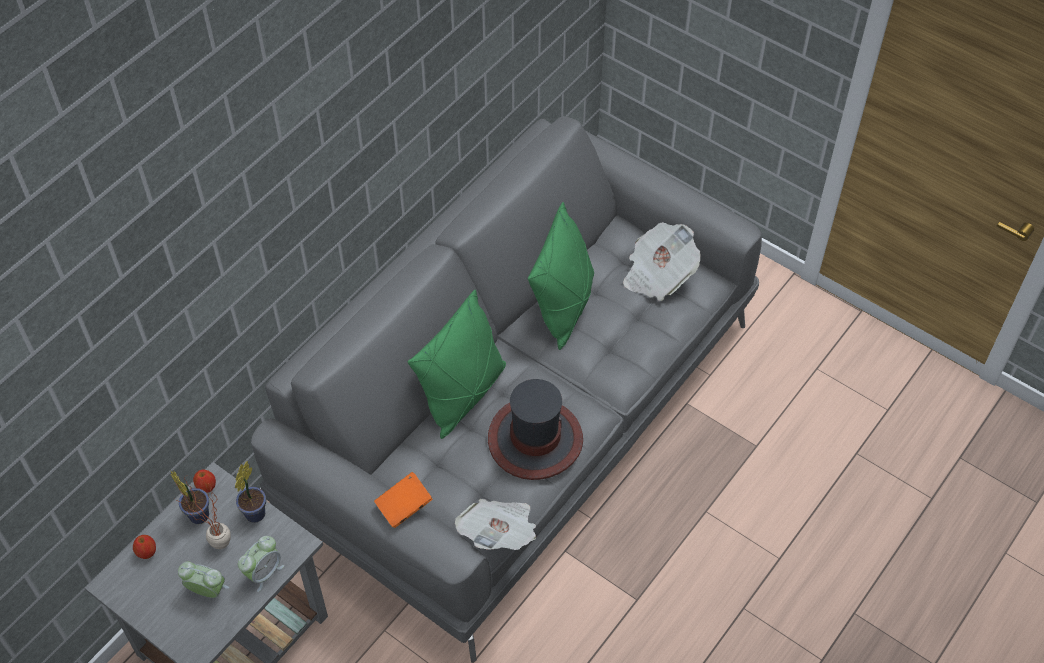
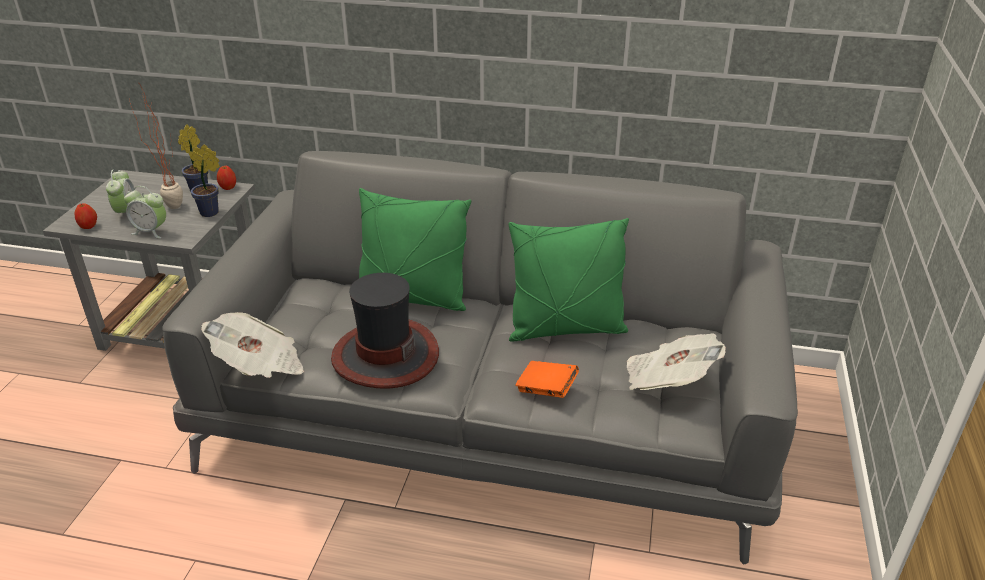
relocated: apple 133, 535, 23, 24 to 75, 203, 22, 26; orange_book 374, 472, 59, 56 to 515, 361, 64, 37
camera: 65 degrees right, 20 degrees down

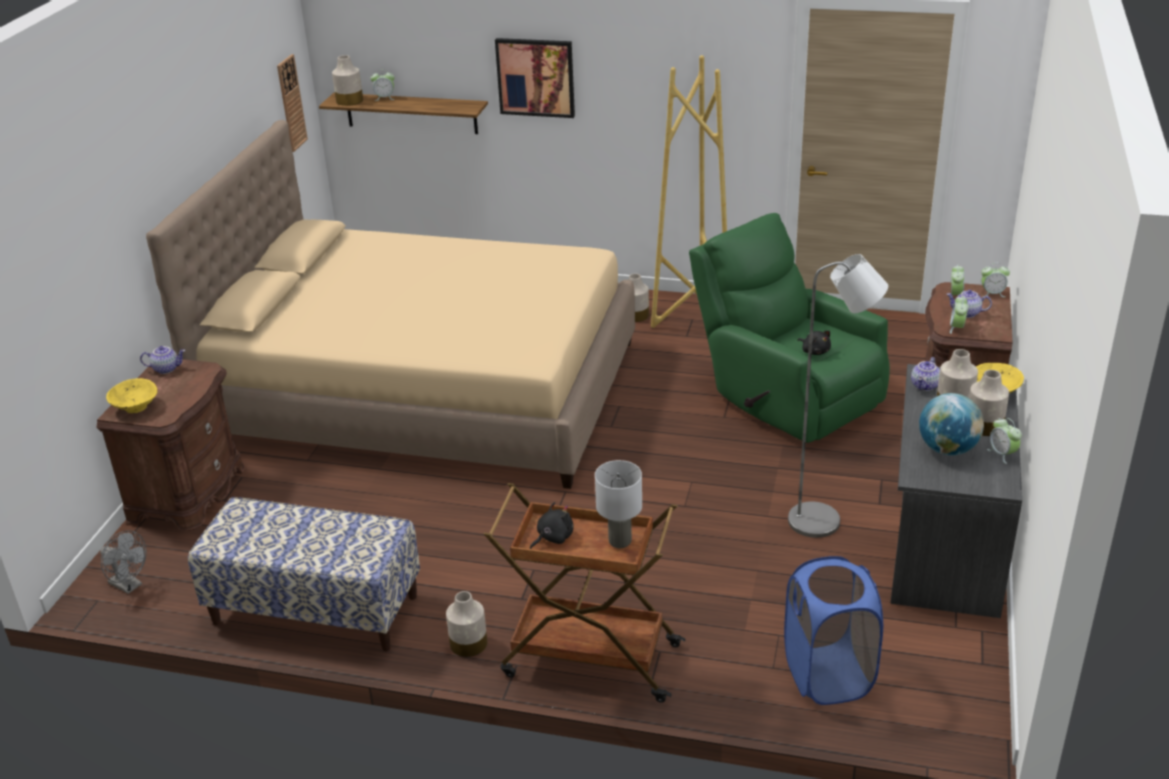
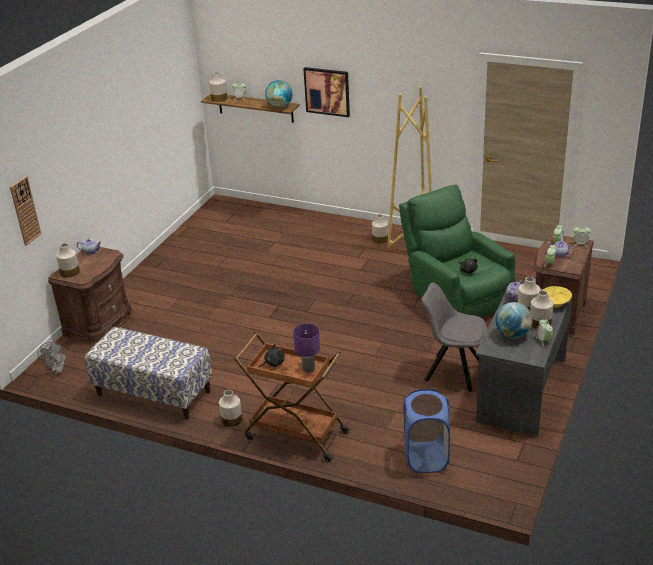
missing: beige_bed 146, 120, 489, 369
appeared: globe 265, 80, 27, 28
relocated: wall_clock 277, 54, 31, 98 to 10, 176, 31, 70
exchanged: yellow_bowl 106, 378, 51, 35 to beige_vase 56, 243, 24, 35; grey_floor_lamp 788, 254, 100, 284 to grey_chair 421, 282, 66, 110
colour: white_table_lamp 595, 460, 47, 88 to purple_table_lamp 293, 323, 27, 50
spun: grey_fan 100, 531, 47, 63 = 38, 342, 30, 32 45 degrees clockwise
camera: 10 degrees right, 0 degrees up

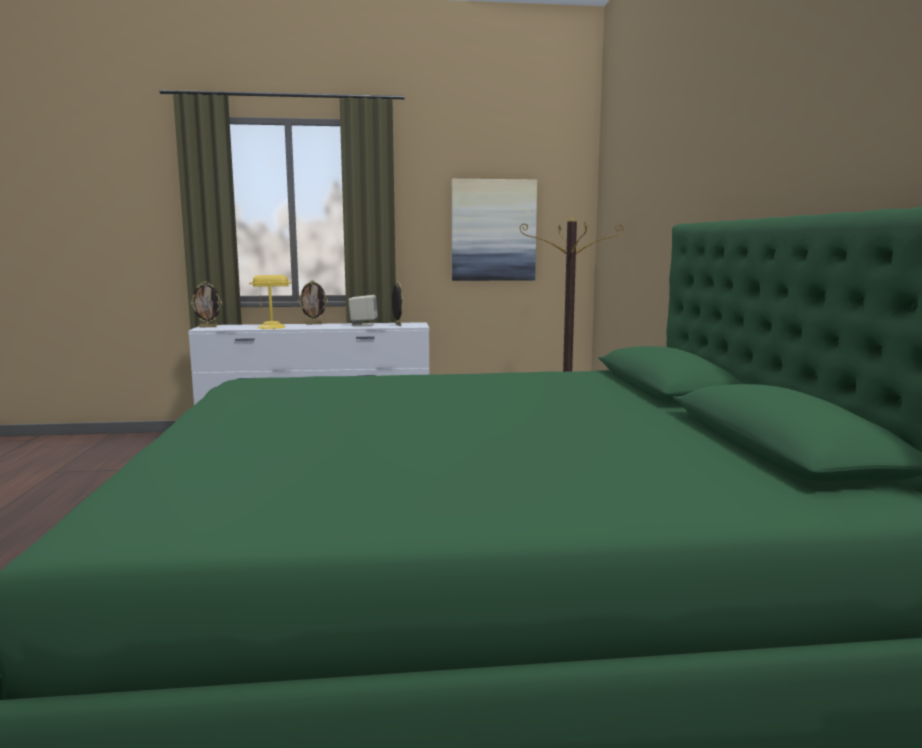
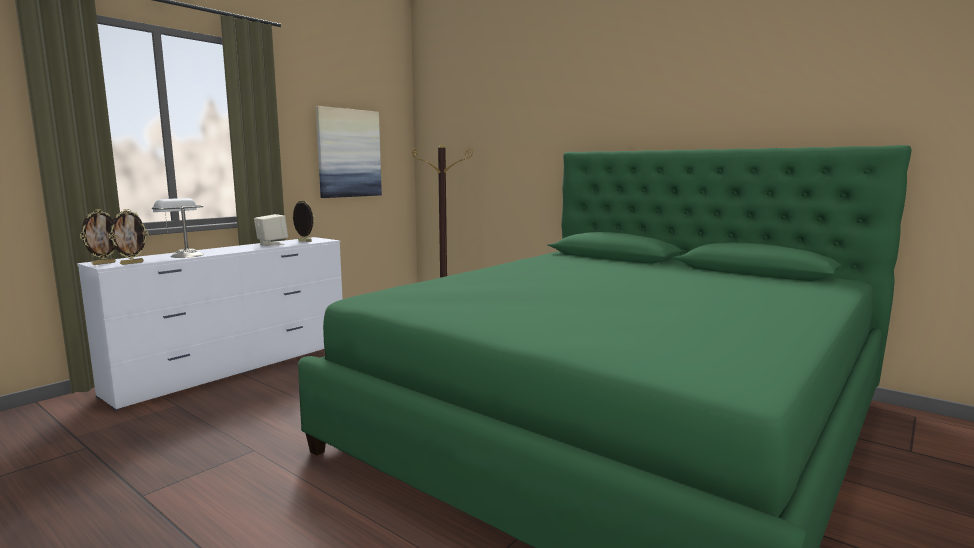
relocated: picture_frame 298, 280, 30, 44 to 109, 209, 40, 56
colour: yellow_table_lamp 249, 275, 42, 54 to white_table_lamp 152, 198, 52, 60
camera: 45 degrees left, 0 degrees up

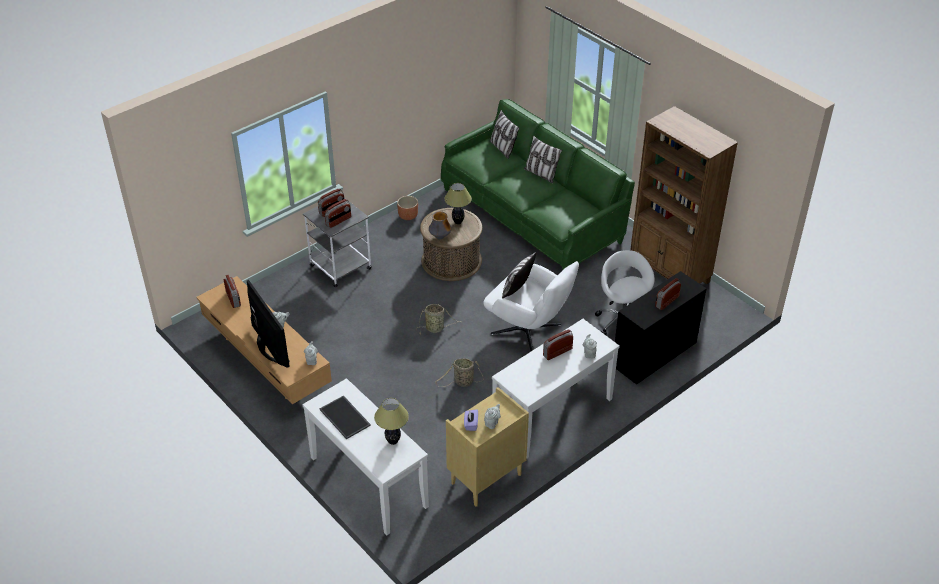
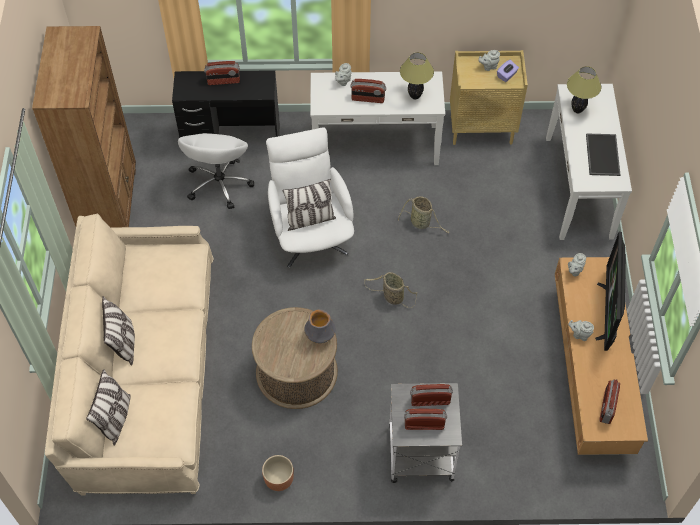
relocated: table_lamp 444, 183, 28, 41 to 400, 52, 34, 47
colour: green_sofa 440, 99, 195, 171 to beige_sofa 45, 213, 169, 282
camera: 140 degrees left, 15 degrees up

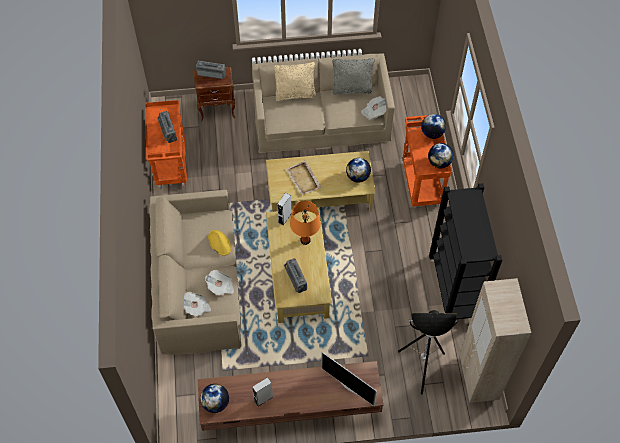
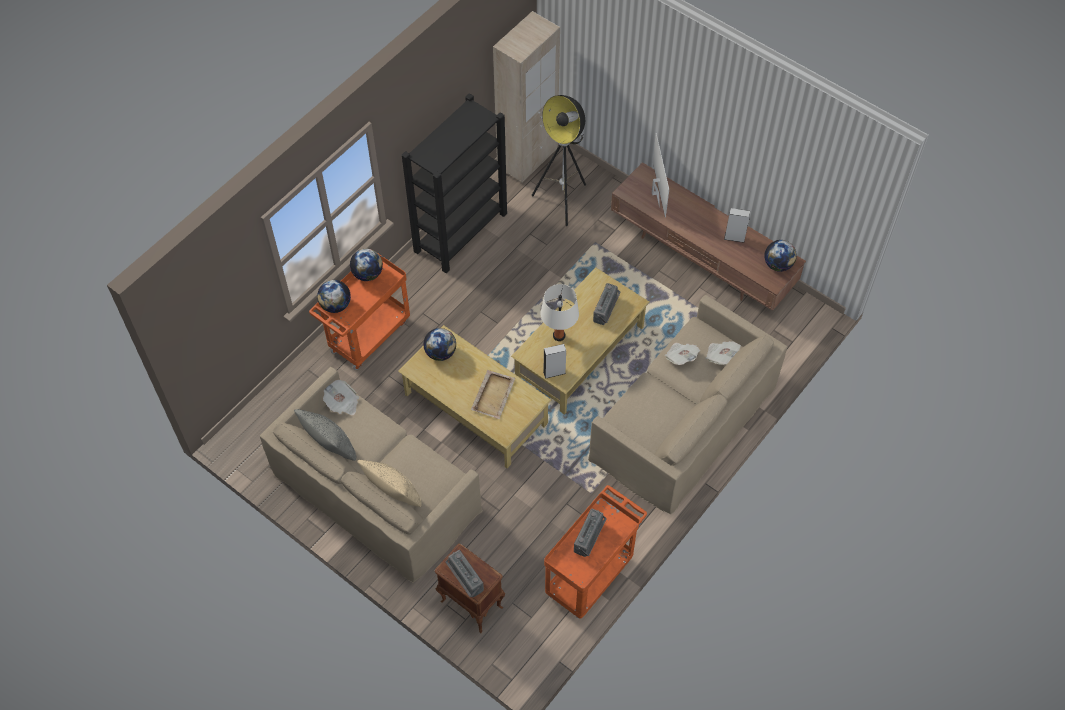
missing: yellow_hat 208, 230, 23, 26
colour: orange_table_lamp 290, 201, 31, 44 to white_table_lamp 541, 284, 38, 57
camera: 135 degrees left, 0 degrees up

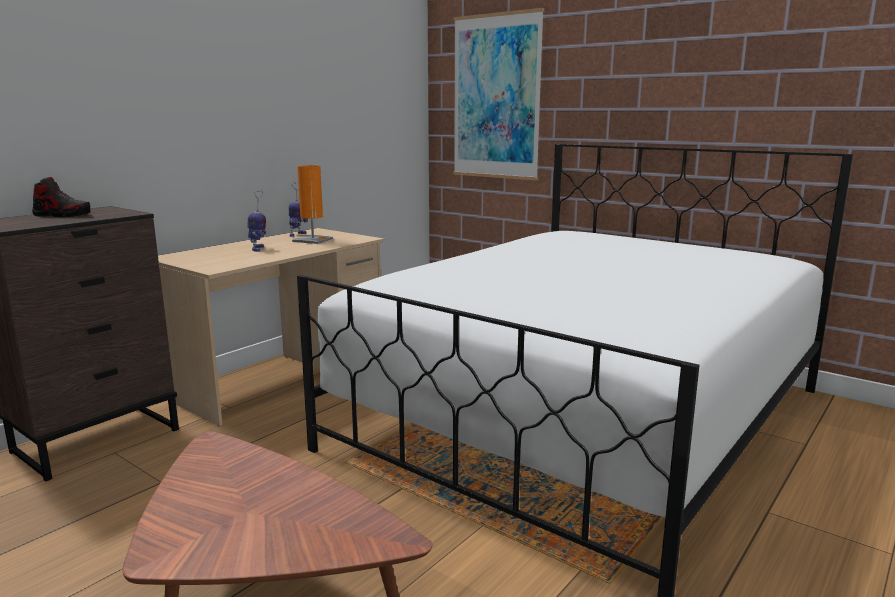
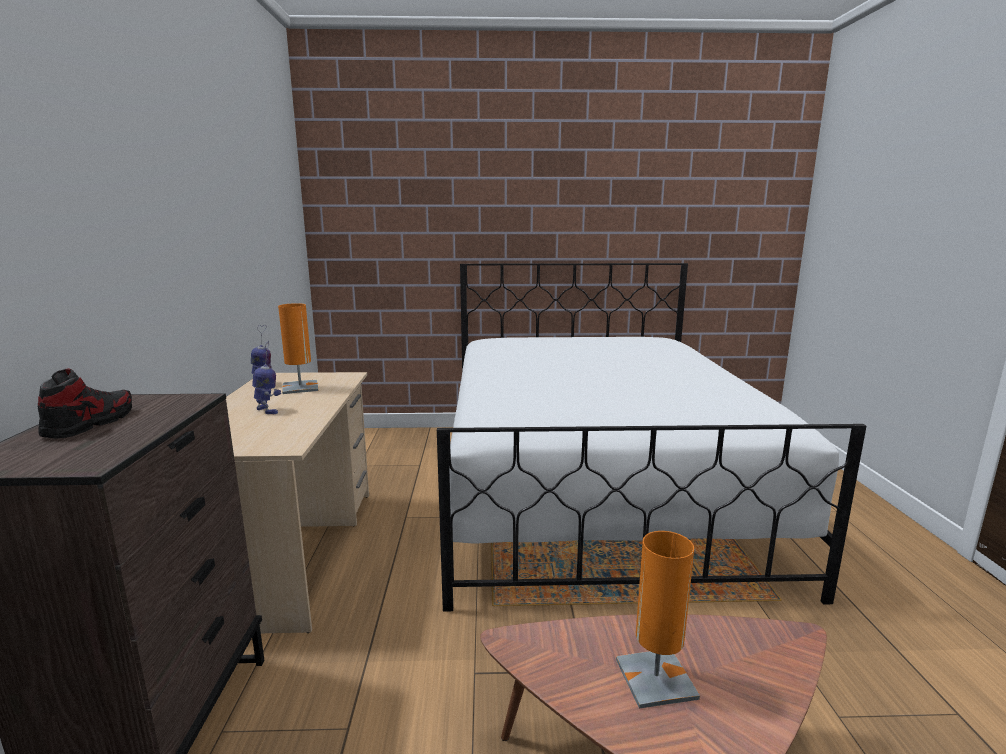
missing: picture 453, 8, 91, 172
appeared: orange_table_lamp 616, 531, 84, 178
spun: shoe 32, 177, 58, 41 = 37, 368, 95, 70 45 degrees counterclockwise
camera: 40 degrees left, 0 degrees up

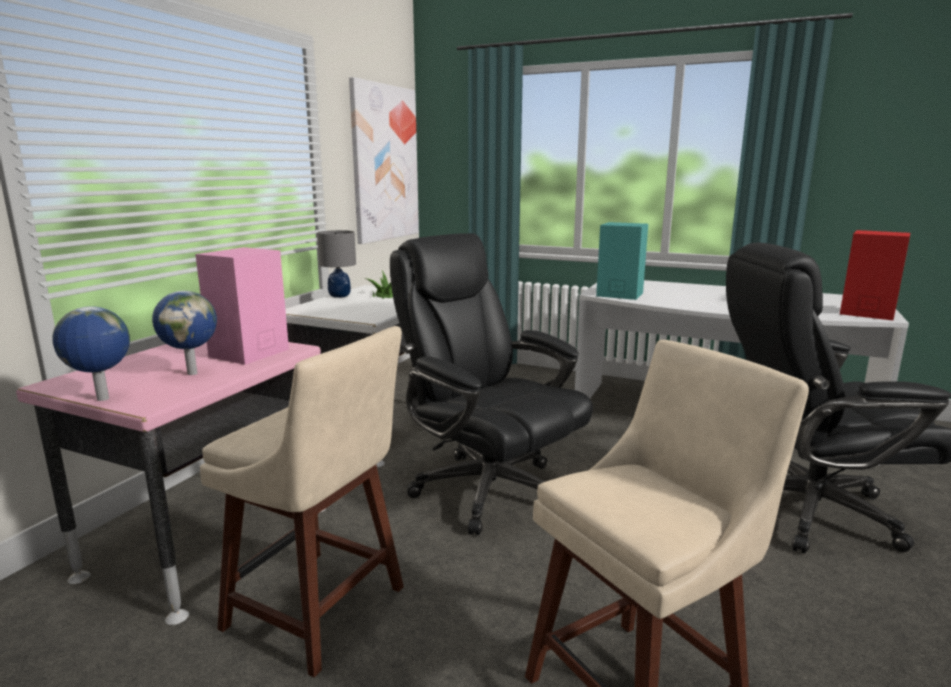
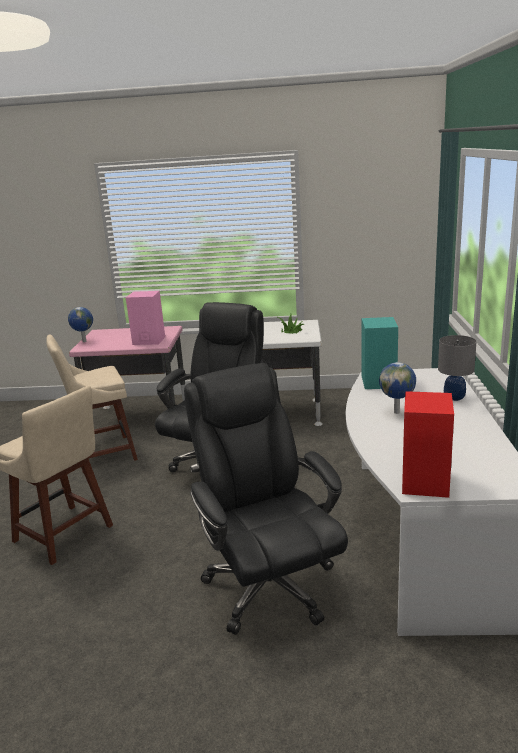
missing: picture 349, 77, 70, 167
relocated: globe 152, 291, 65, 84 to 379, 362, 37, 52; grey_table_lamp 317, 230, 39, 68 to 438, 335, 39, 66
spun: beige_chair 200, 326, 204, 352 = 46, 334, 92, 138 60 degrees clockwise
camera: 70 degrees right, 5 degrees up

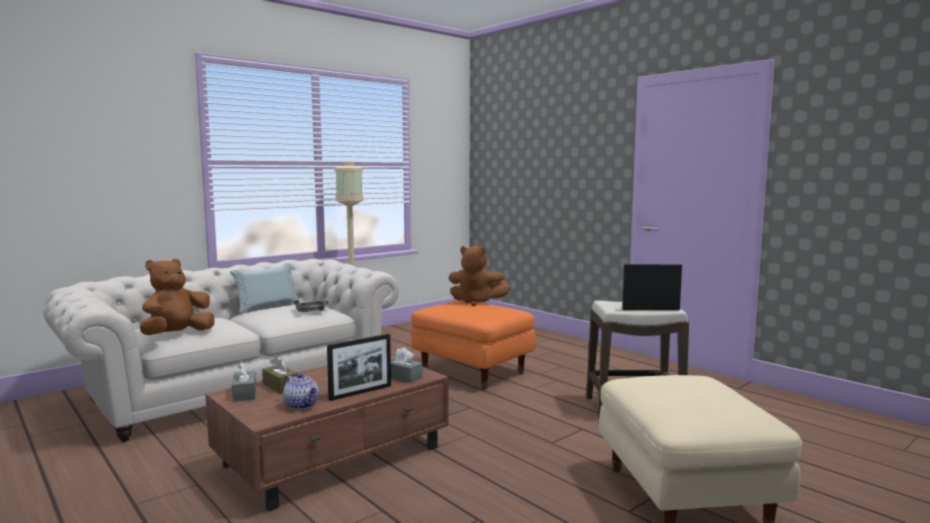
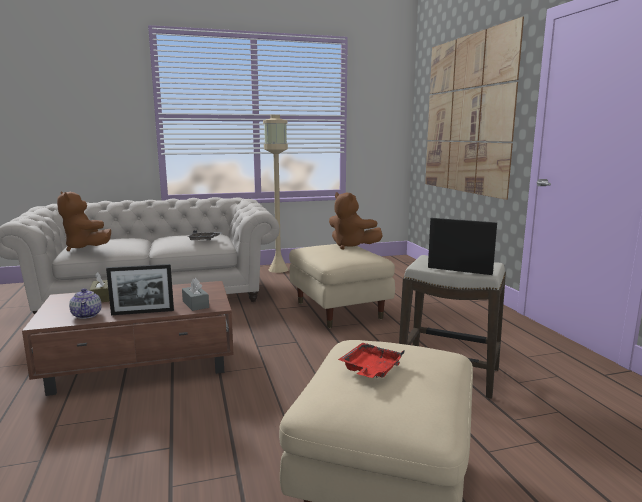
missing: blue_pillow 230, 263, 69, 51; grey_tissue_box 232, 362, 24, 40
appeared: red_tray 338, 343, 67, 35; picture 425, 16, 99, 184
colour: orange_ottoman 411, 300, 125, 90 to beige_ottoman 289, 244, 106, 84
spun: brown_plush_toy 140, 259, 75, 76 = 57, 192, 54, 59 105 degrees counterclockwise
camera: 25 degrees right, 5 degrees up

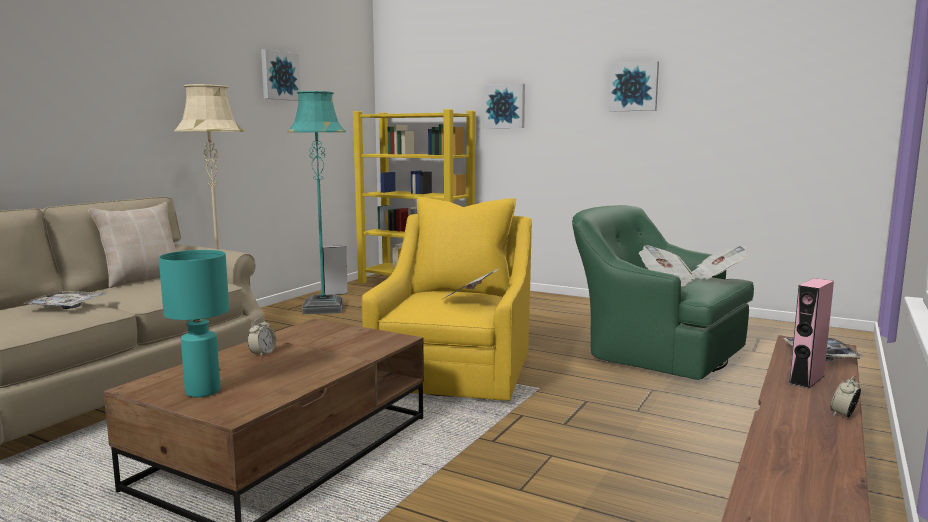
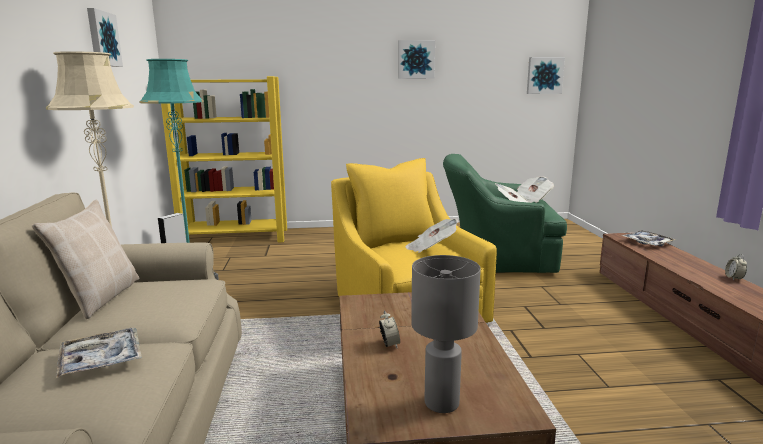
missing: pink_speaker 789, 278, 45, 111
relocated: picture 484, 84, 41, 44 to 527, 57, 38, 37
colour: turquoise_table_lamp 159, 250, 70, 147 to grey_table_lamp 411, 255, 70, 158
camera: 35 degrees left, 5 degrees up

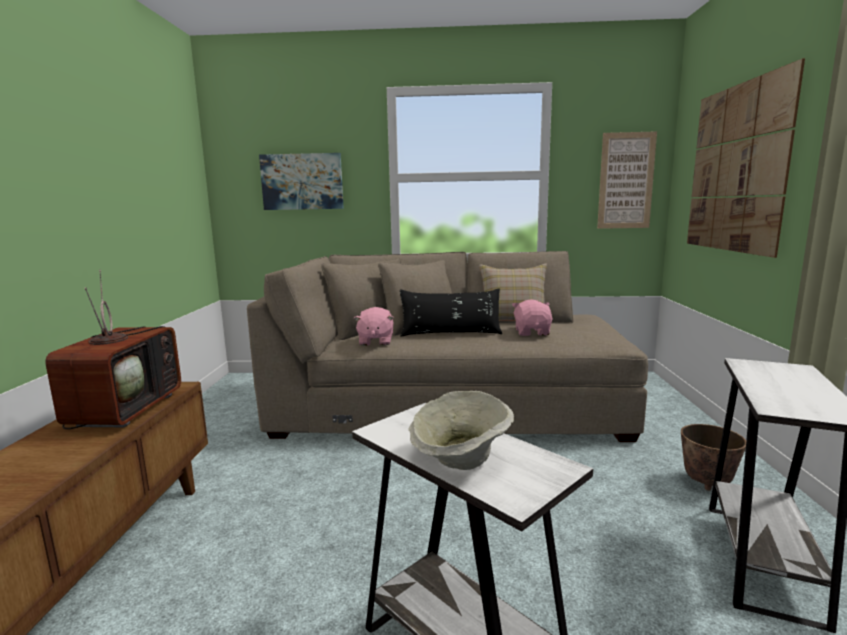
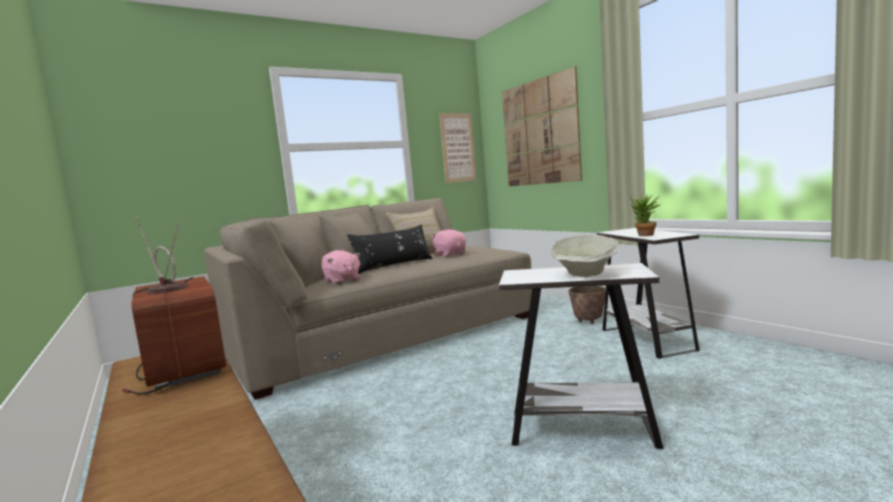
missing: picture 259, 153, 85, 57
appeared: potted_plant 630, 194, 31, 42
camera: 35 degrees left, 5 degrees down

